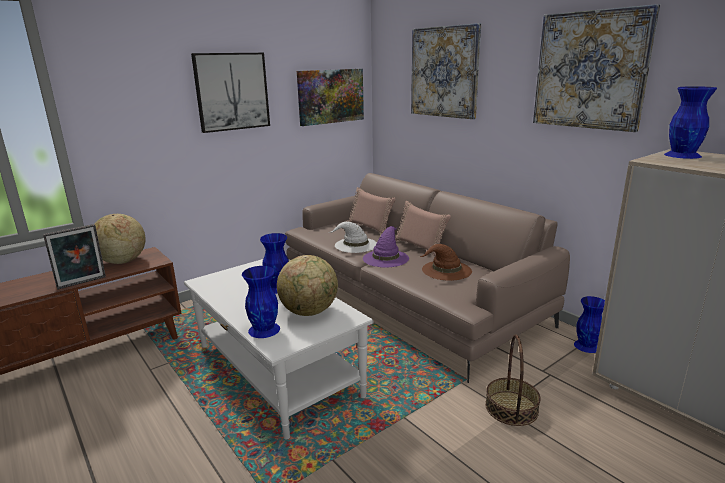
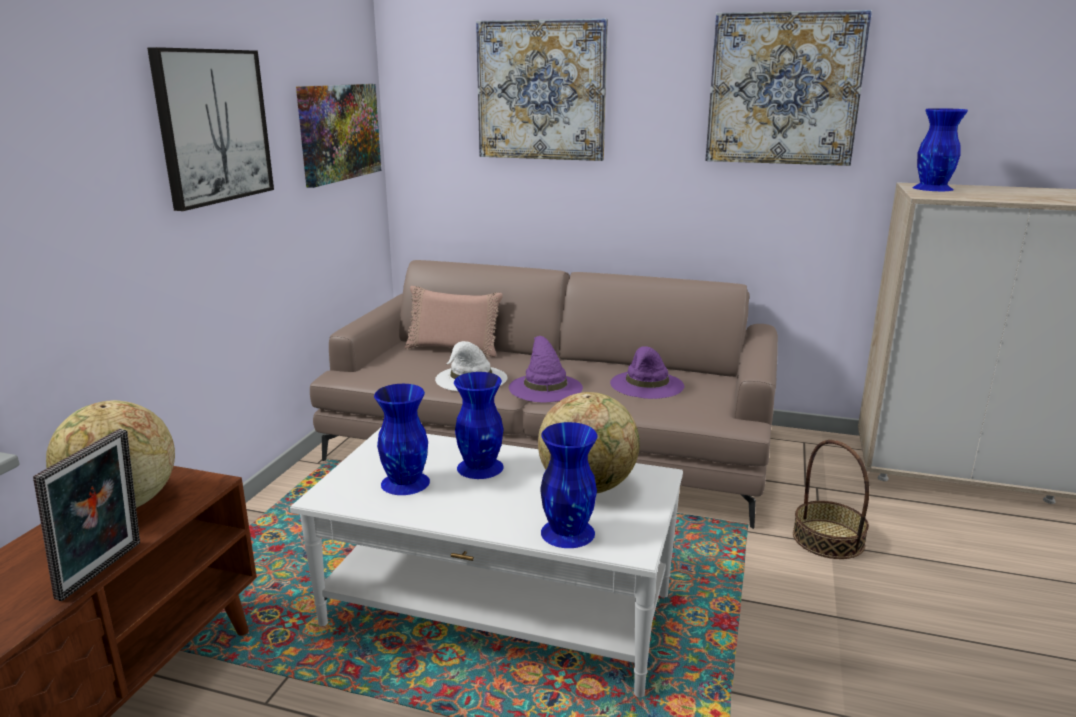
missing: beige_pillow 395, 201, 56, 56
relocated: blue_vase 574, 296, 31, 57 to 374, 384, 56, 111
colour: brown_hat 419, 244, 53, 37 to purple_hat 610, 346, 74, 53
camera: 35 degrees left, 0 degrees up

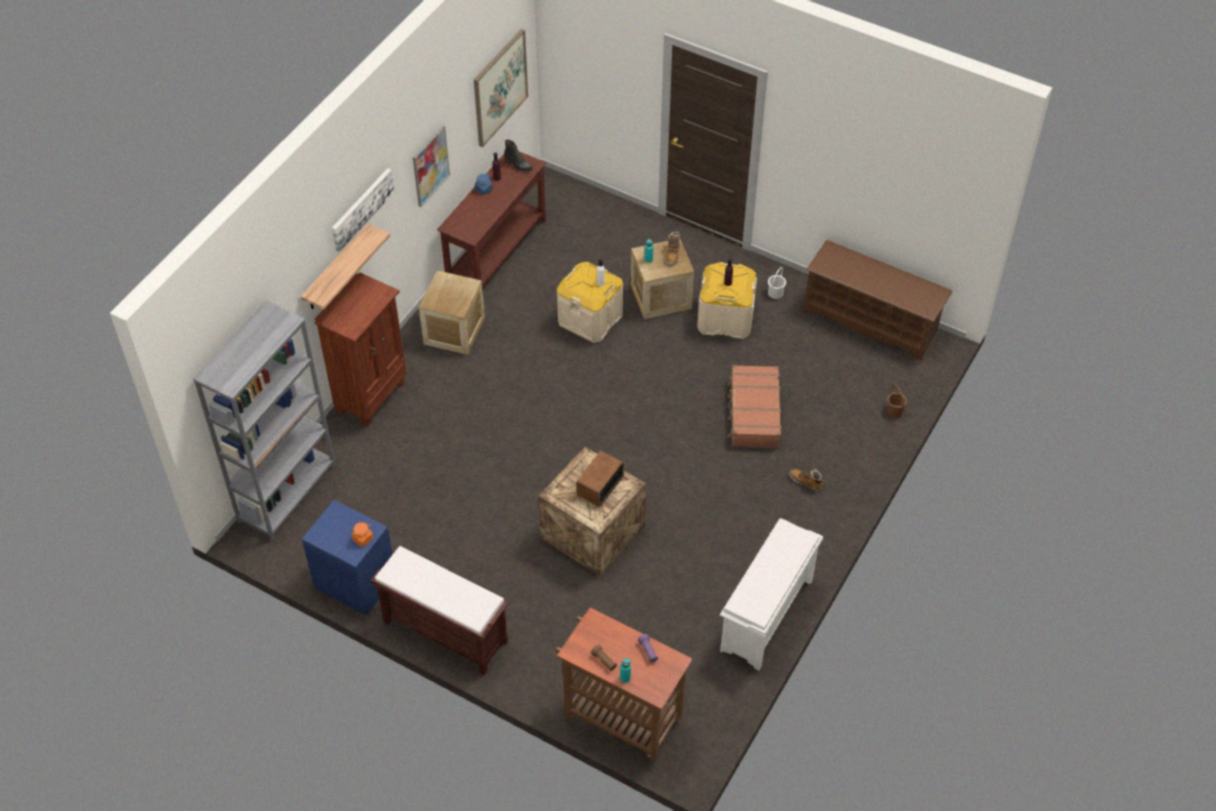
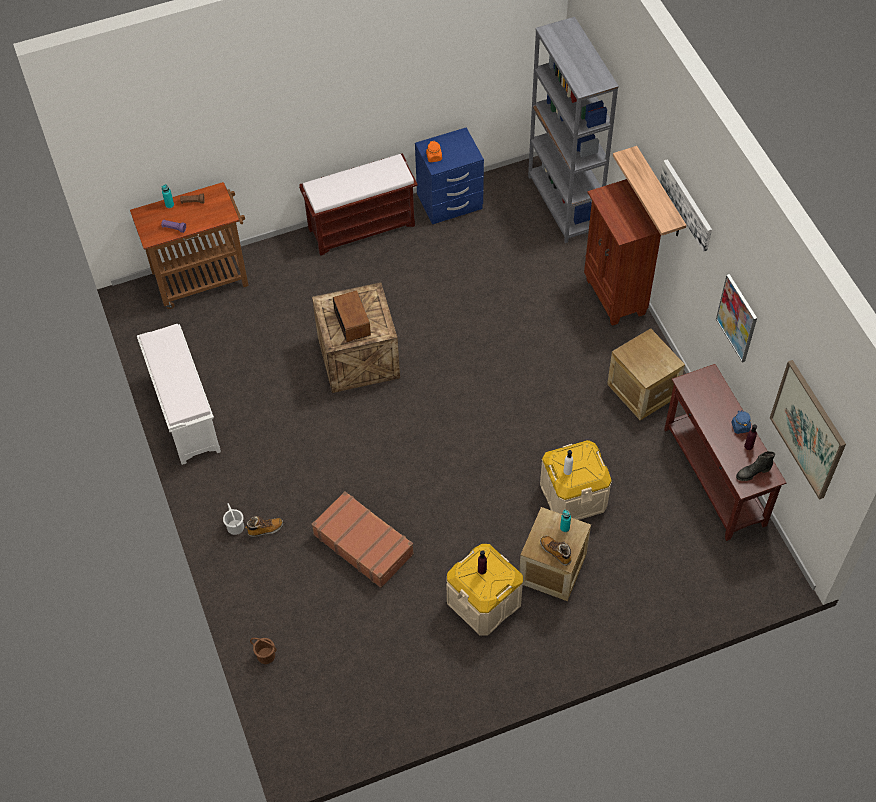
missing: brown_shoe_rack 804, 240, 148, 120
relocated: white_bucket 768, 267, 18, 32 to 223, 503, 21, 32
camera: 130 degrees right, 5 degrees up

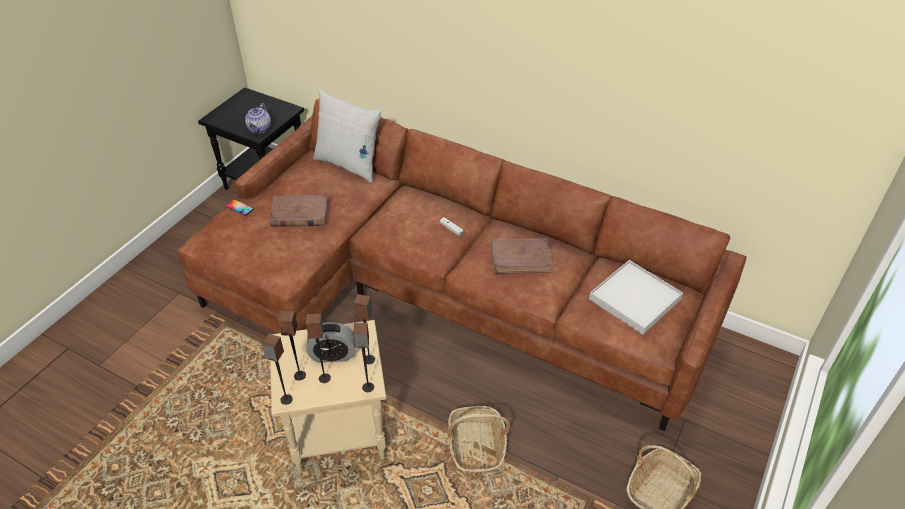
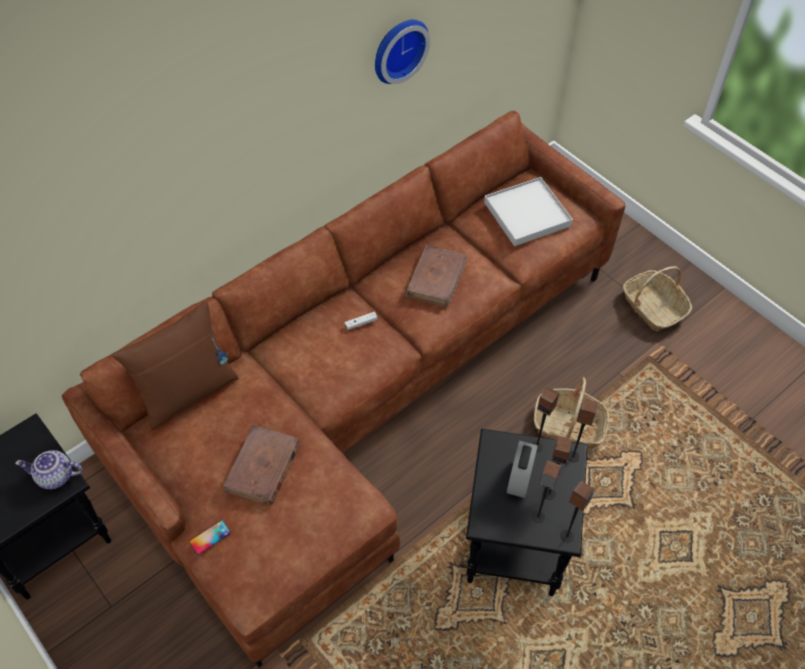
appeared: wall_clock 375, 20, 55, 64
colour: beige_side_table 270, 320, 117, 153 to black_side_table 466, 429, 122, 167; grey_pillow 313, 89, 68, 94 to brown_pillow 112, 301, 127, 129
spun: teapot 245, 103, 26, 30 = 15, 450, 67, 39 150 degrees clockwise
camera: 70 degrees left, 10 degrees up

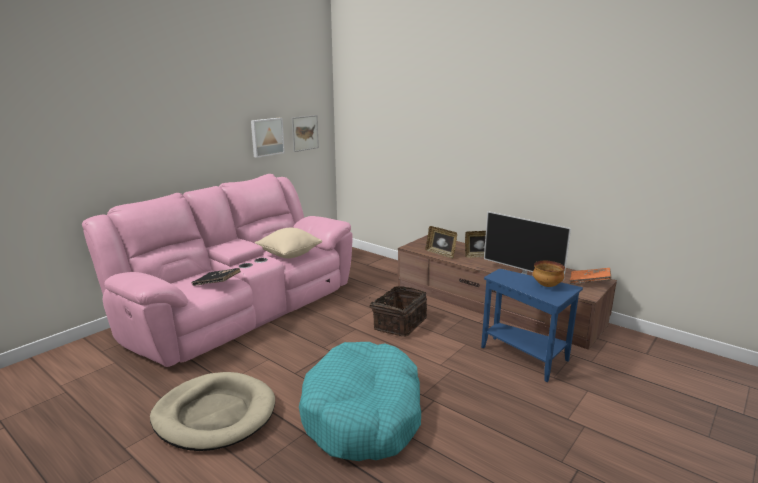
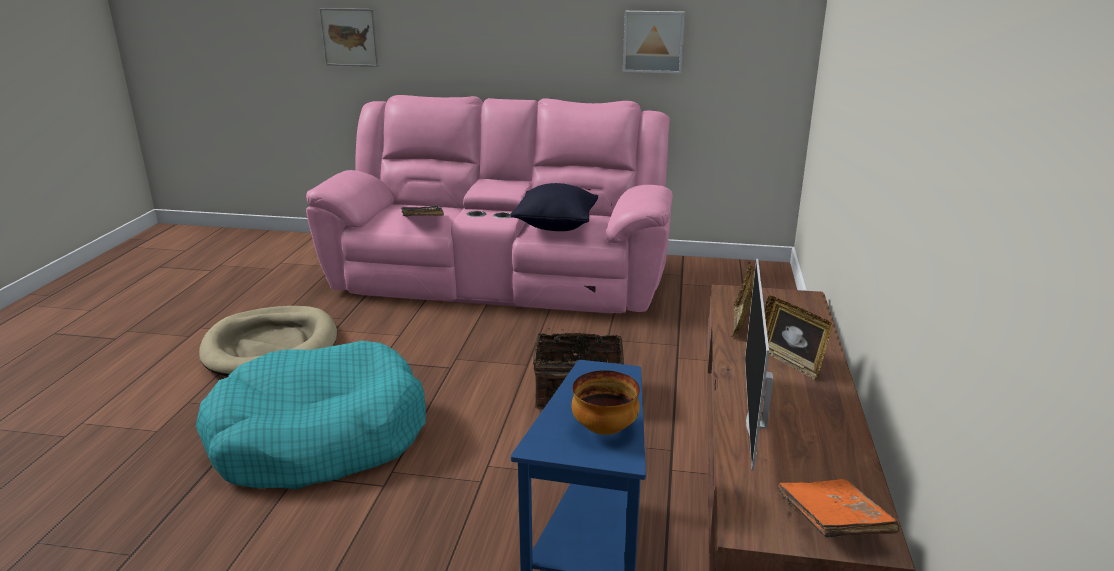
relocated: picture 292, 115, 27, 37 to 319, 8, 60, 59
colour: beige_pillow 255, 228, 67, 30 to black_pillow 511, 183, 87, 48
camera: 60 degrees right, 5 degrees up

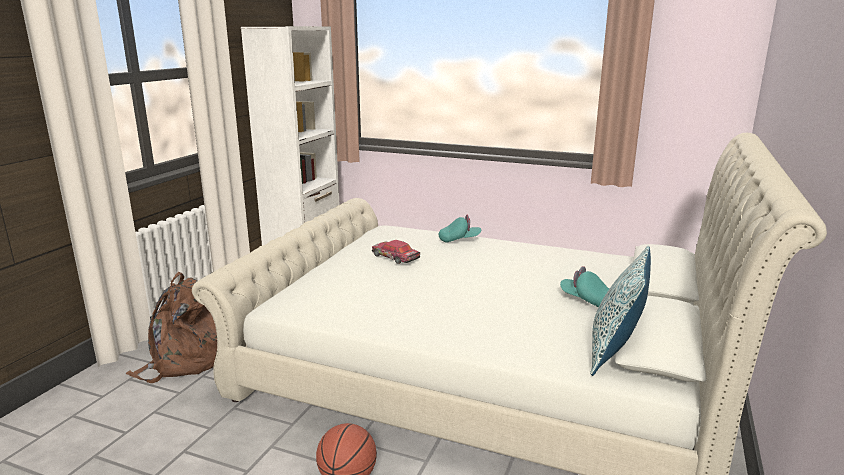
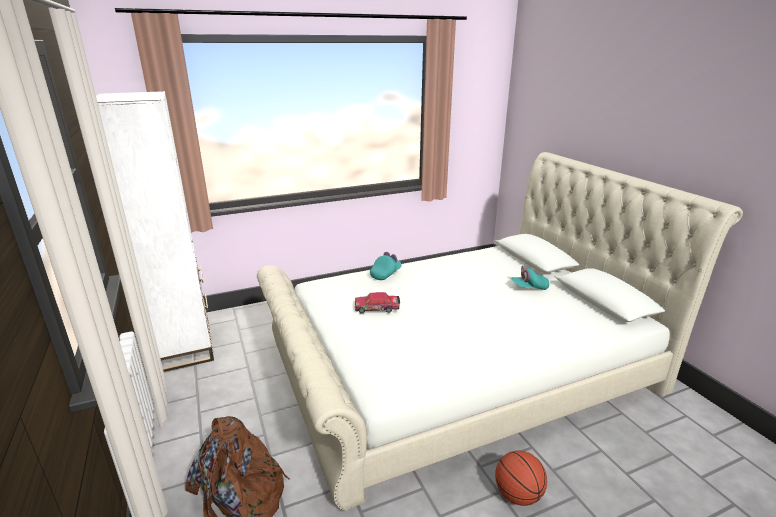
missing: pillow 590, 246, 61, 130
camera: 45 degrees left, 5 degrees up

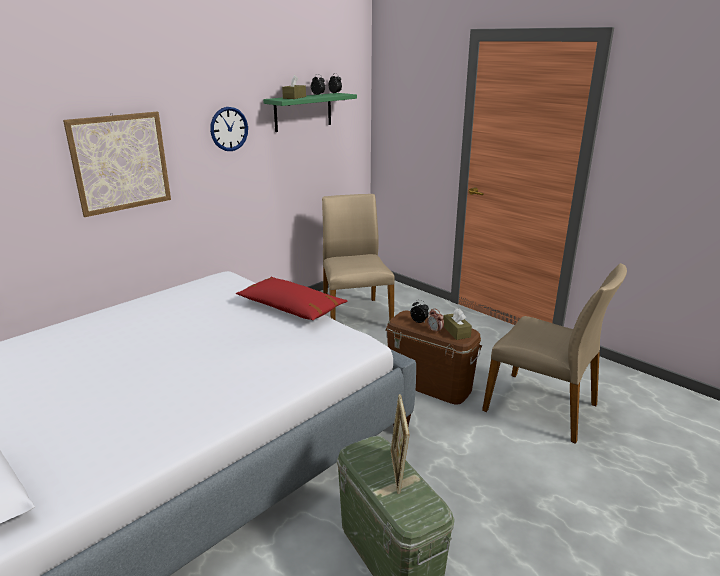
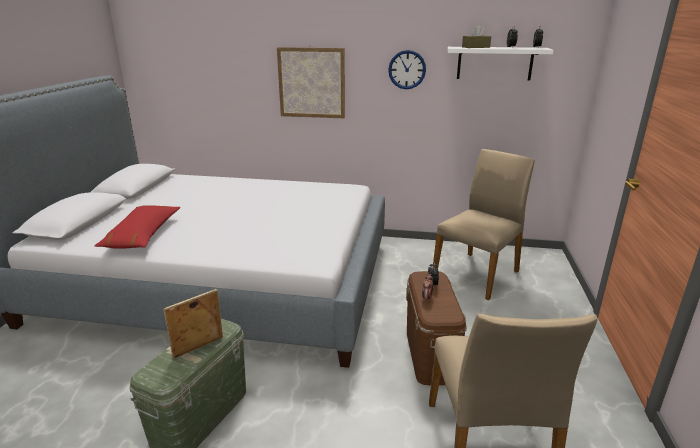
missing: brown_tissue_box 443, 308, 29, 32
relocated: red_pillow 236, 277, 112, 43 to 95, 205, 85, 44
colour: green_shelf 263, 93, 94, 39 to white_shelf 447, 47, 107, 34
camera: 55 degrees right, 0 degrees up

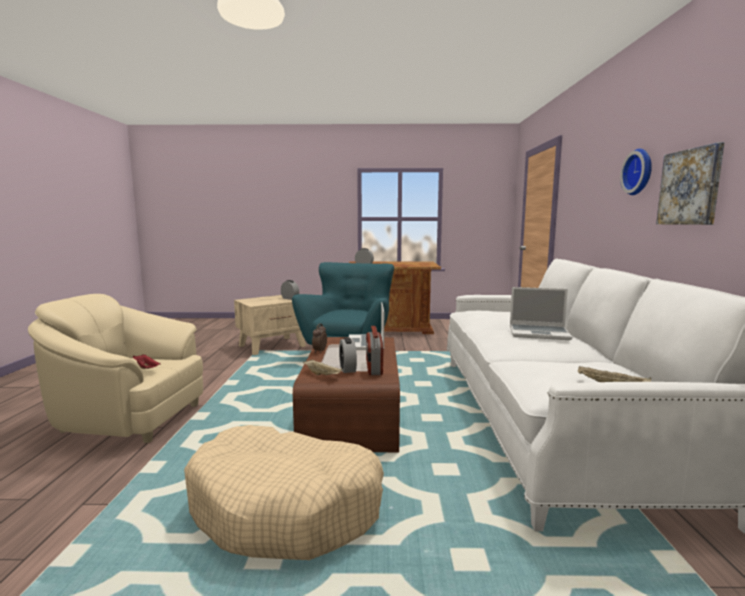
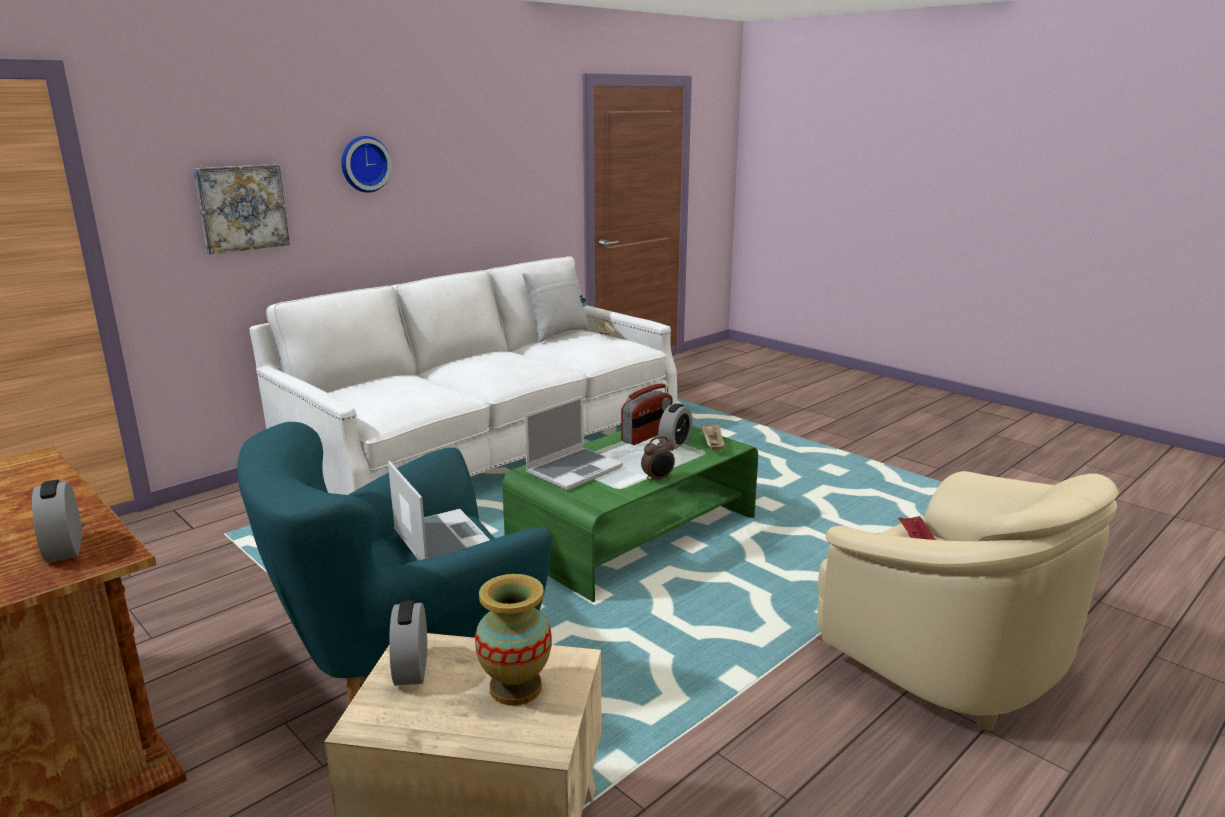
missing: beige_dog_bed 184, 425, 200, 135
appeared: vase 475, 574, 77, 132; grey_pillow 522, 264, 68, 79
relocated: laptop 510, 287, 62, 53 to 388, 461, 102, 99; picture 656, 142, 69, 83 to 194, 164, 96, 90
colour: brown_coffee_table 293, 337, 107, 115 to green_coffee_table 502, 426, 256, 176
camera: 135 degrees left, 10 degrees up

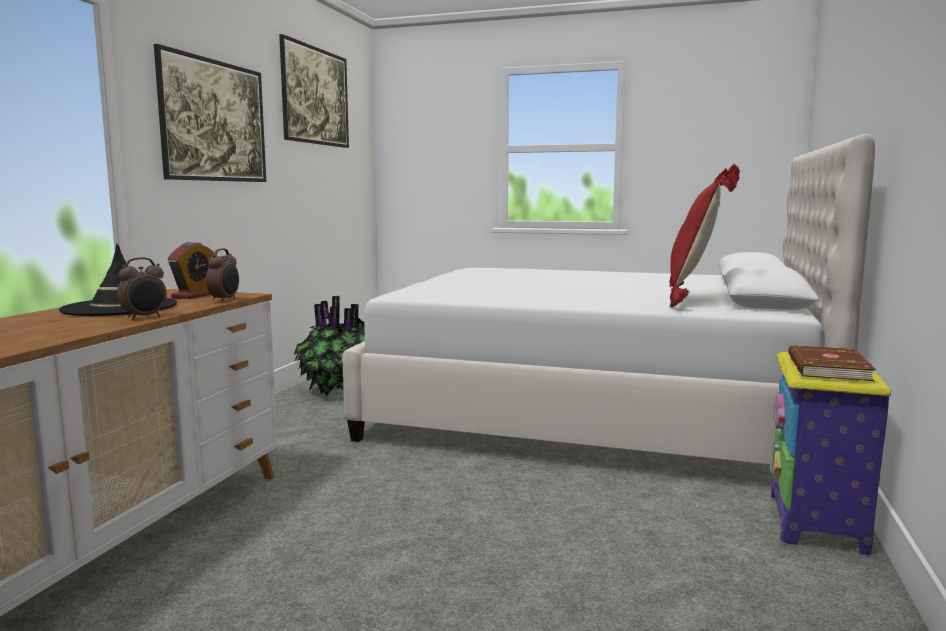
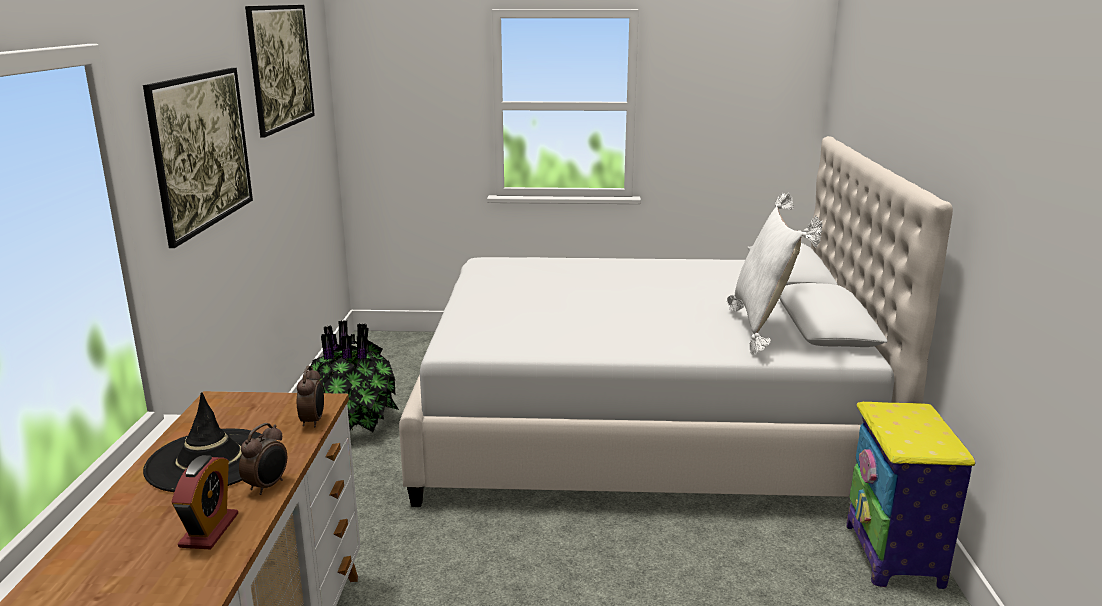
missing: brown_book 788, 345, 88, 36
relocated: alarm_clock 167, 242, 47, 57 to 171, 455, 67, 95
colour: red_pillow 669, 164, 71, 143 to white_pillow 727, 193, 96, 162
camera: 15 degrees left, 10 degrees up

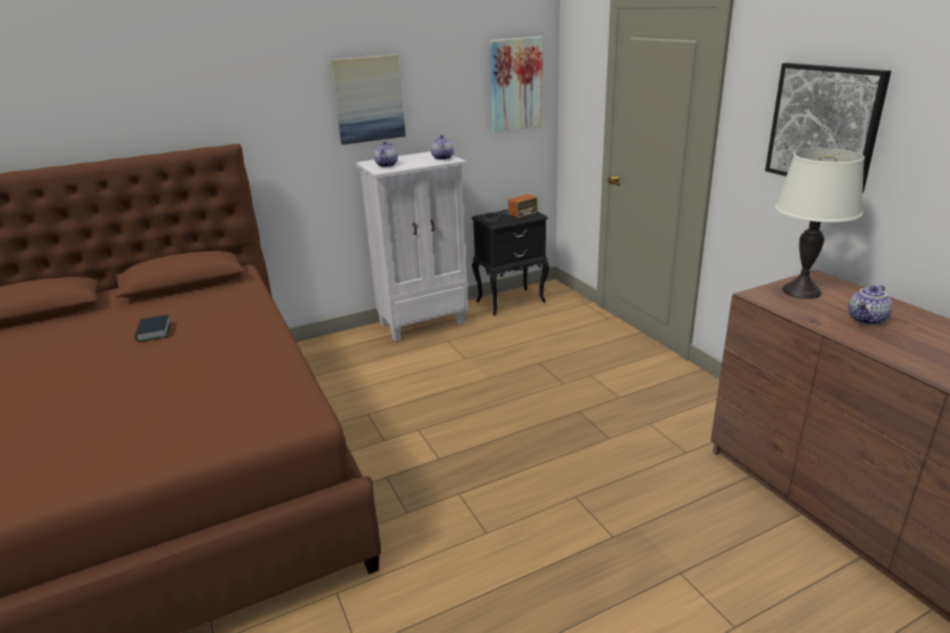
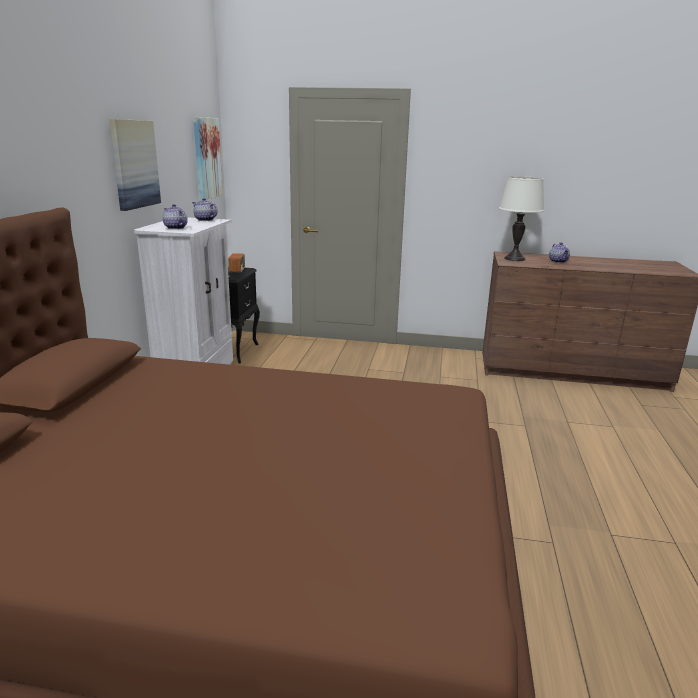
missing: book 135, 315, 36, 27; picture 765, 63, 126, 130
camera: 55 degrees left, 5 degrees down

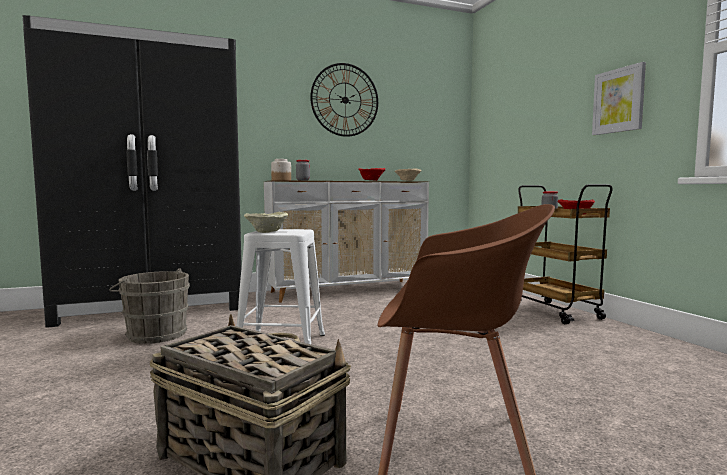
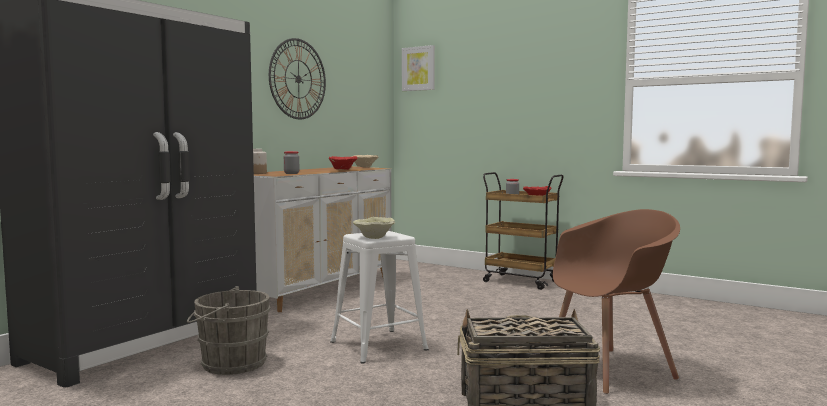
relocated: picture 592, 62, 54, 73 to 402, 45, 33, 46
camera: 35 degrees left, 0 degrees up

